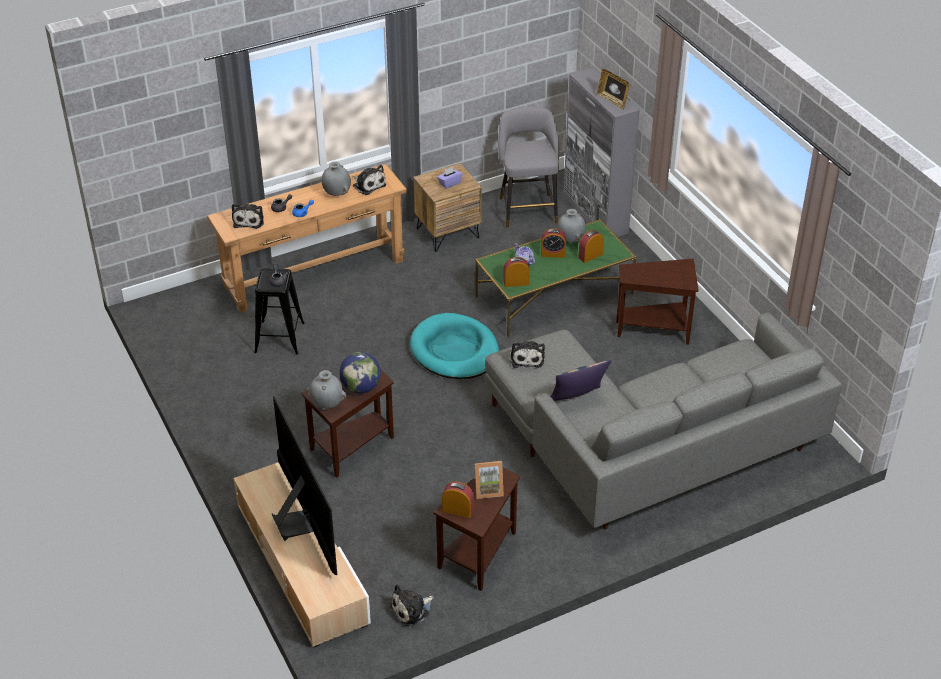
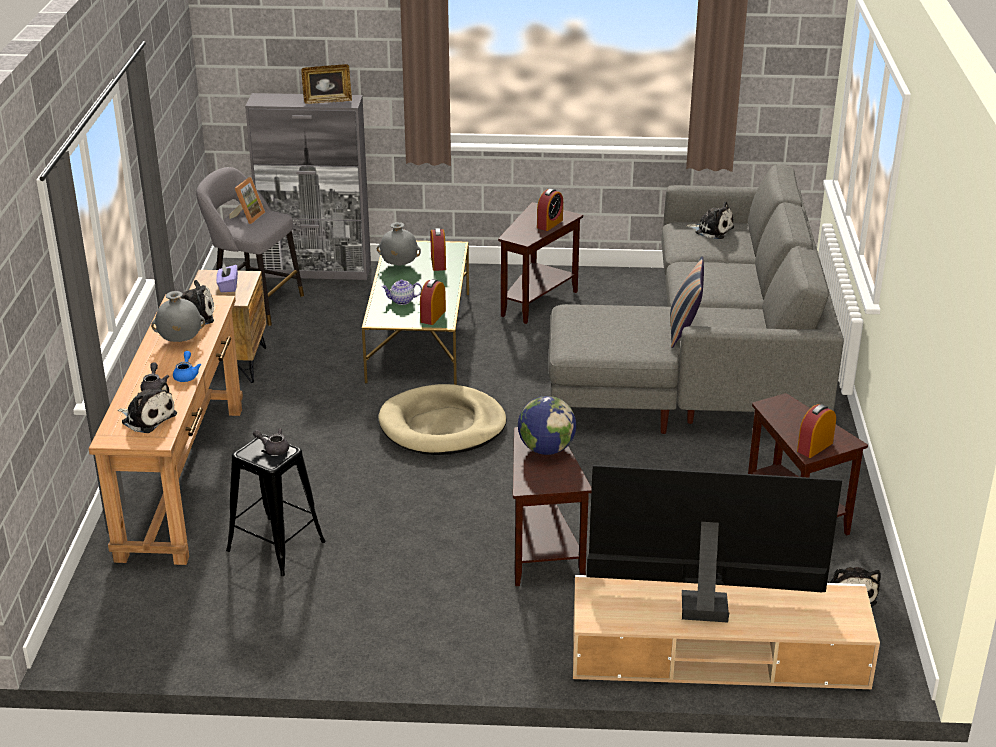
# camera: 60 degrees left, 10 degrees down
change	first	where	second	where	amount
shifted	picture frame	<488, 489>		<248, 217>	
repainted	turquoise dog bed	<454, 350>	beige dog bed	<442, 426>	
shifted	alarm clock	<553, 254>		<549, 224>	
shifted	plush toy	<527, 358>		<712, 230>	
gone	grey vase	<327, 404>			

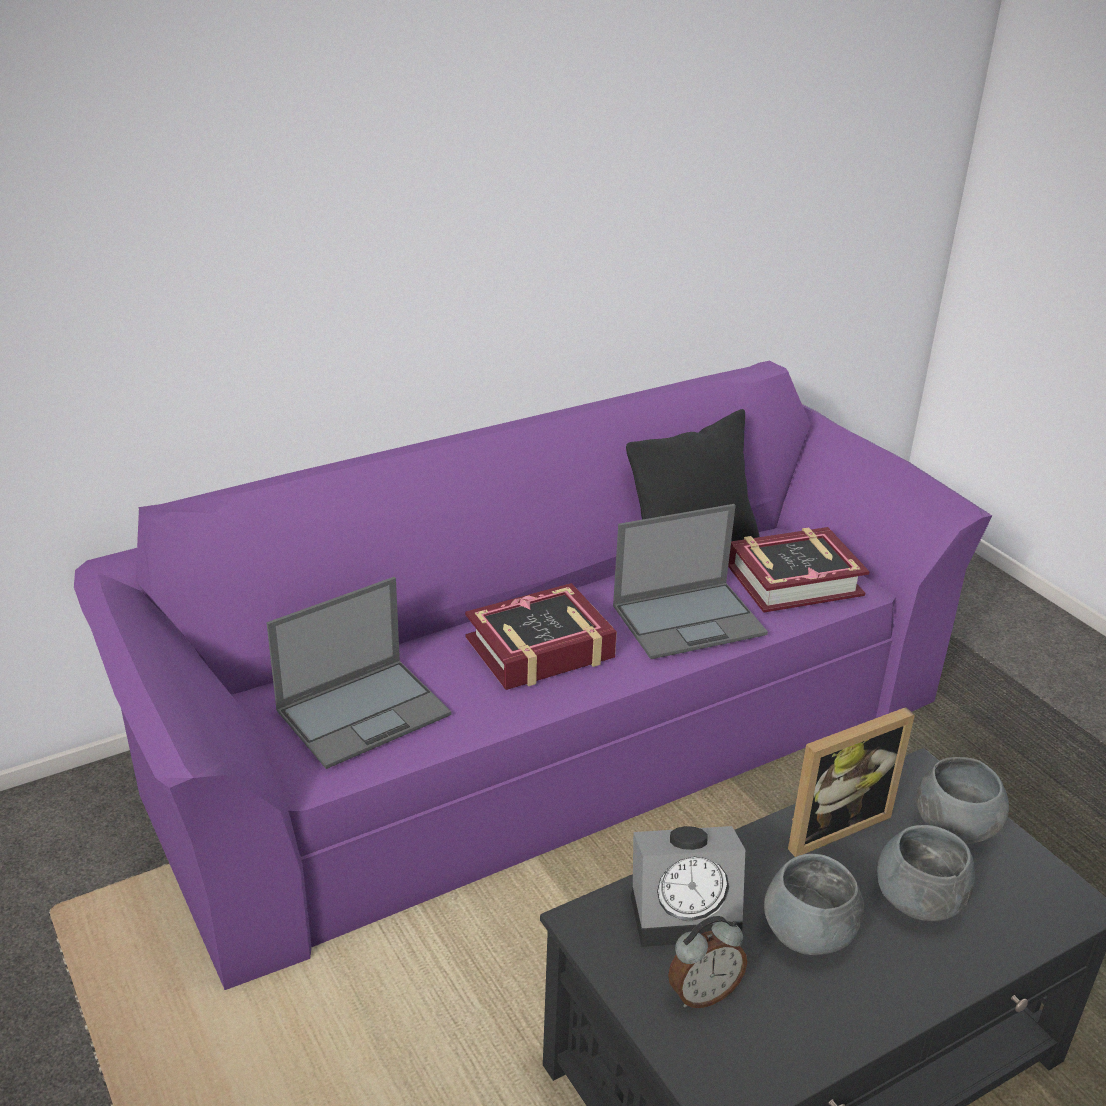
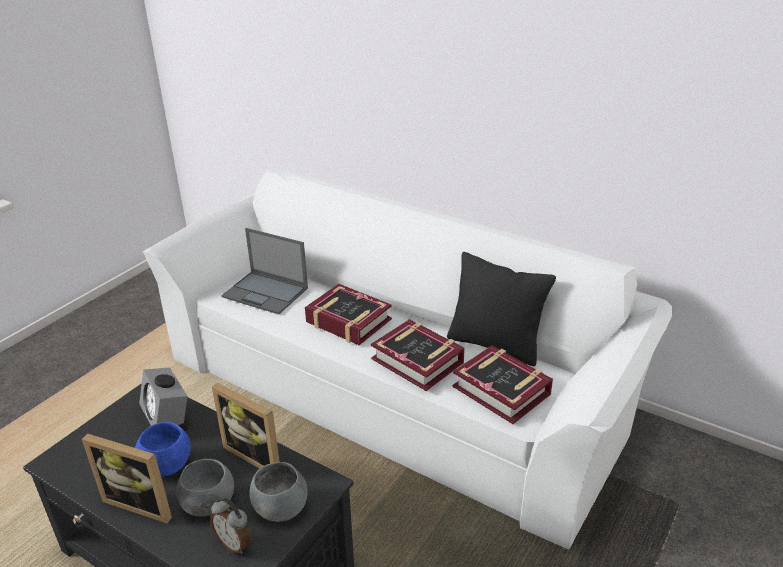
# camera: 65 degrees right, 0 degrees up
change	first	where	second	where	amount
new			picture frame	<142, 502>	
repainted	grey bowl	<809, 934>	blue bowl	<166, 466>	
repainted	purple sofa	<545, 728>	white sofa	<395, 386>	
shifted	alarm clock	<702, 993>		<234, 543>	
swapped	laptop	<690, 619>	book	<418, 361>	

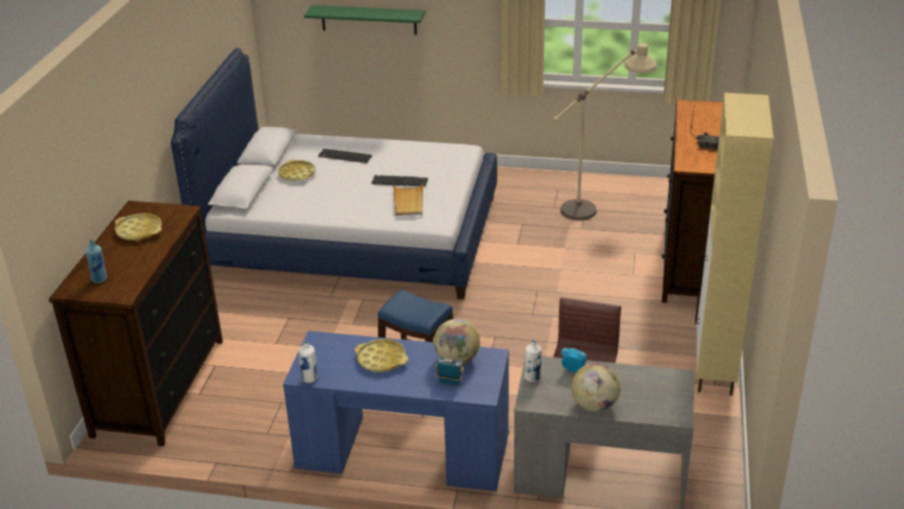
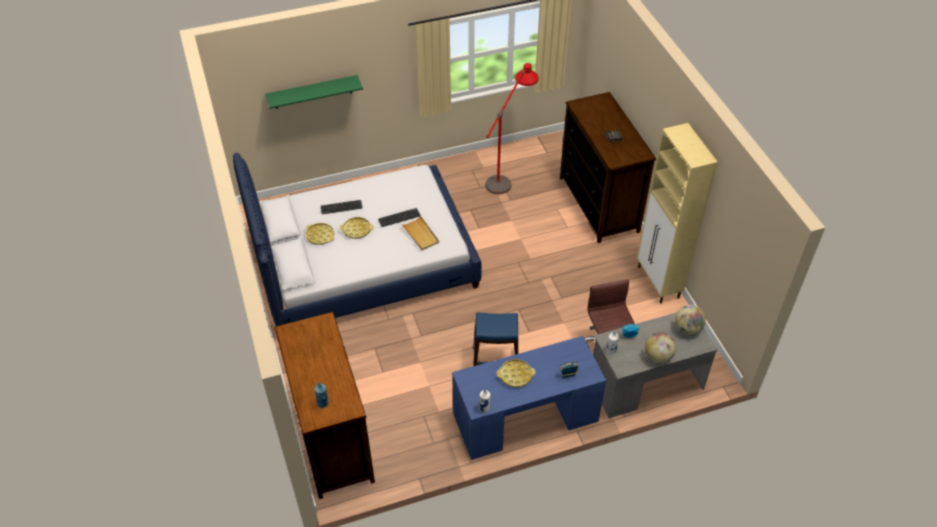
# camera: 30 degrees left, 15 degrees up
change	first	where	second	where	amount
shifted	yellow tray	<139, 231>		<357, 230>	
repainted	beige floor lamp	<600, 204>	red floor lamp	<508, 174>	
shifted	globe	<457, 360>		<687, 328>	

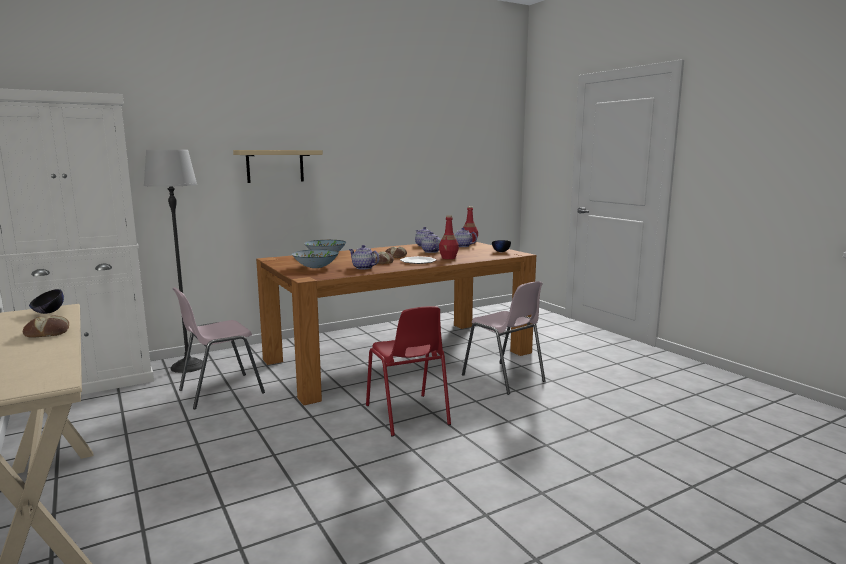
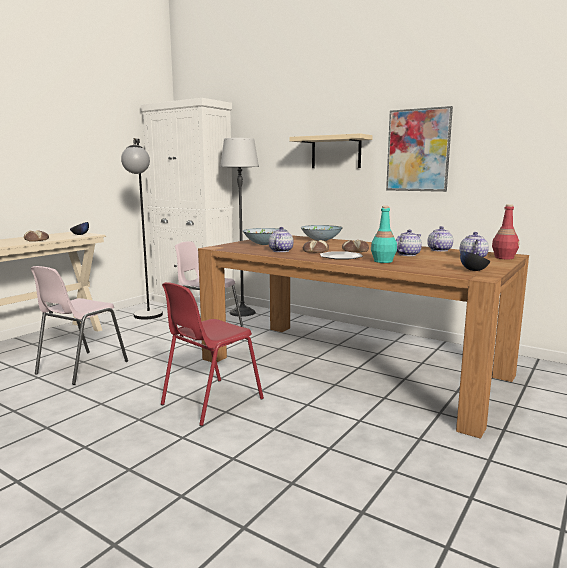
# camera: 65 degrees right, 0 degrees up
change	first	where	second	where	amount
shifted	pink chair	<504, 378>		<81, 368>	
new			black floor lamp	<147, 318>	
repainted	red bottle	<448, 258>	turquoise bottle	<383, 261>	
new			picture	<418, 150>	

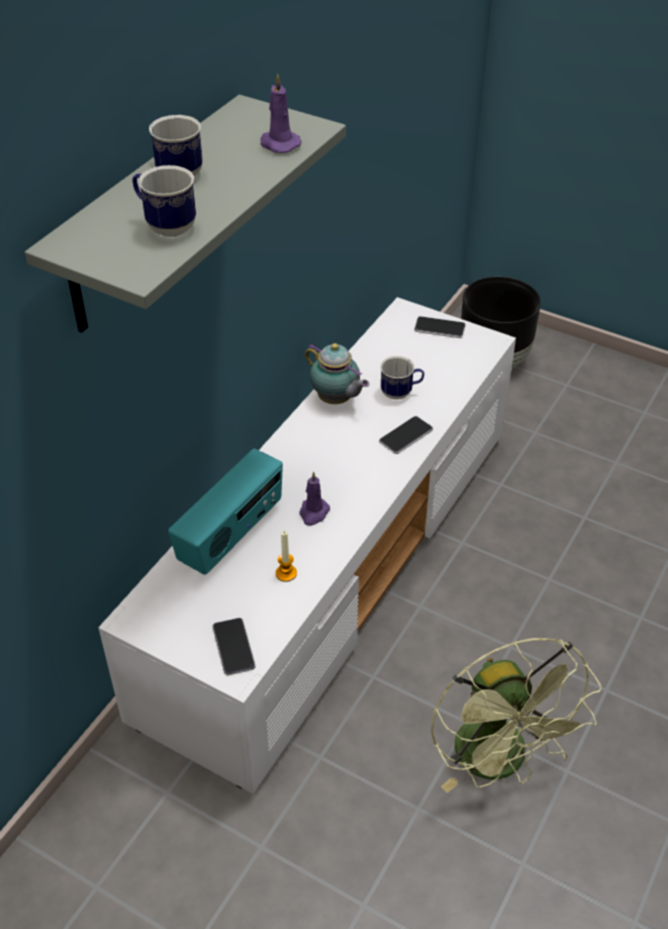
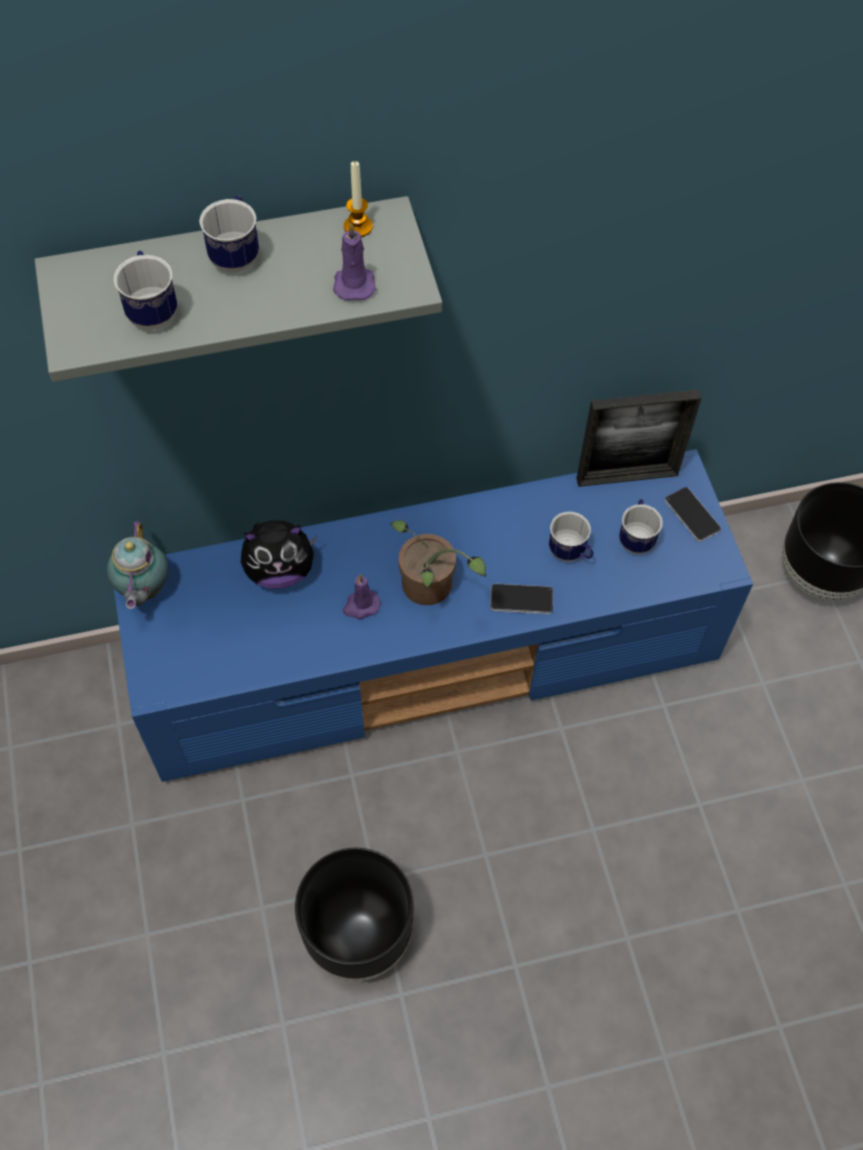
# camera: 45 degrees right, 15 degrees up
change	first	where	second	where	amount
shifted	teapot	<336, 400>		<143, 590>	
repainted	white tv stand	<334, 565>	blue tv stand	<432, 653>	
swapped	radio	<232, 535>	plush toy	<280, 571>	
swapped	green fan	<500, 762>	black planter	<360, 935>	
shifted	candle	<286, 573>		<358, 227>	
new			potted plant	<430, 590>	
new			picture frame	<627, 477>	
new			mug	<636, 537>	
gone	phone	<233, 647>			

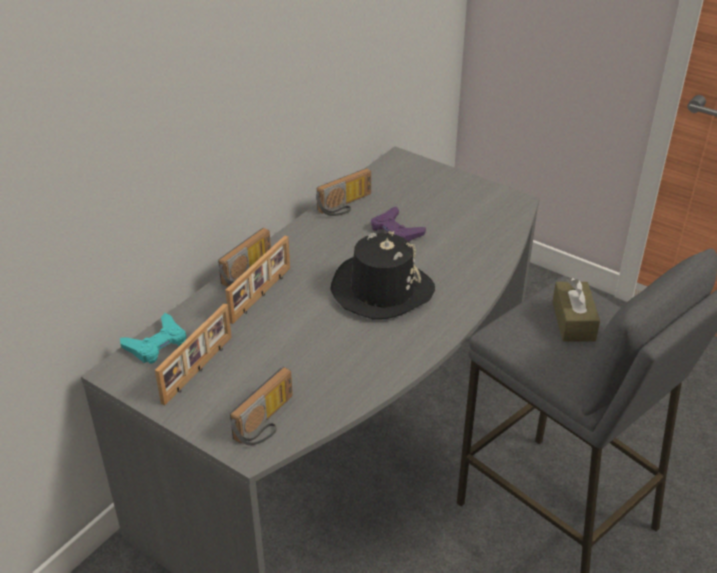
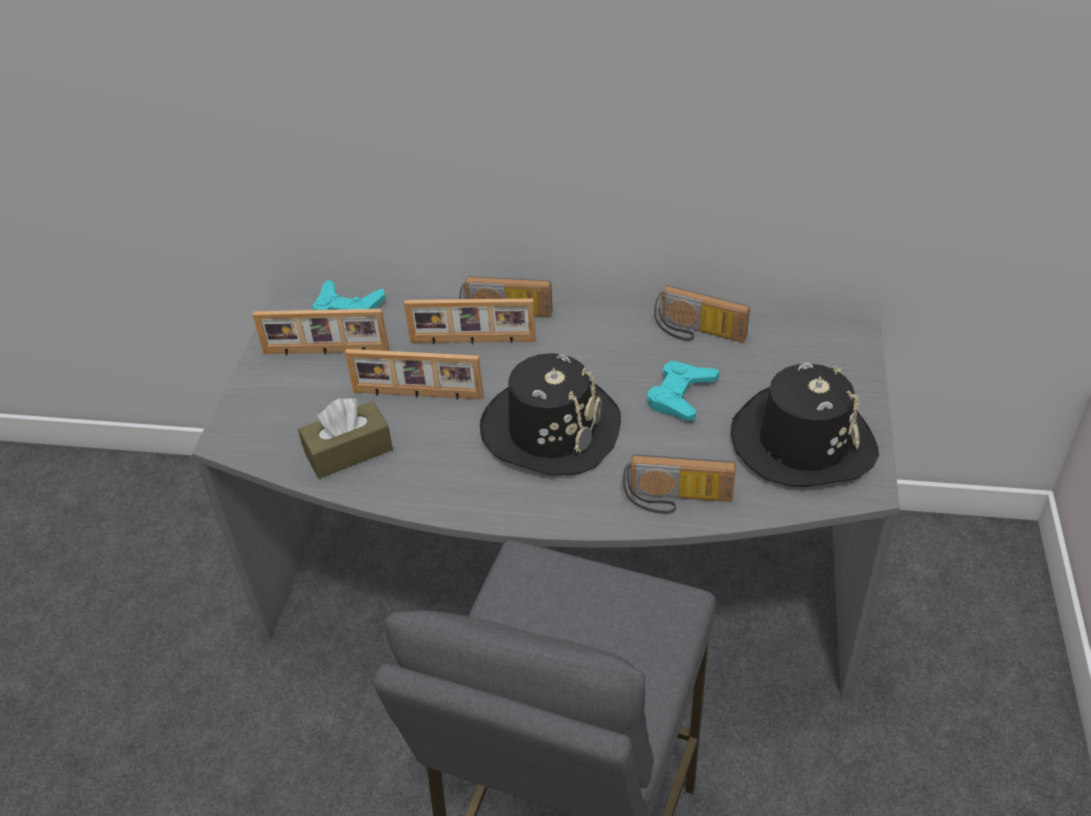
# camera: 65 degrees right, 5 degrees up
change	first	where	second	where	amount
shifted	brown tissue box	<573, 321>		<348, 451>	
new			picture frame	<417, 395>	
shifted	radio	<267, 422>		<677, 501>	
repainted	purple game controller	<396, 231>	turquoise game controller	<681, 395>	
new			black hat	<802, 441>	

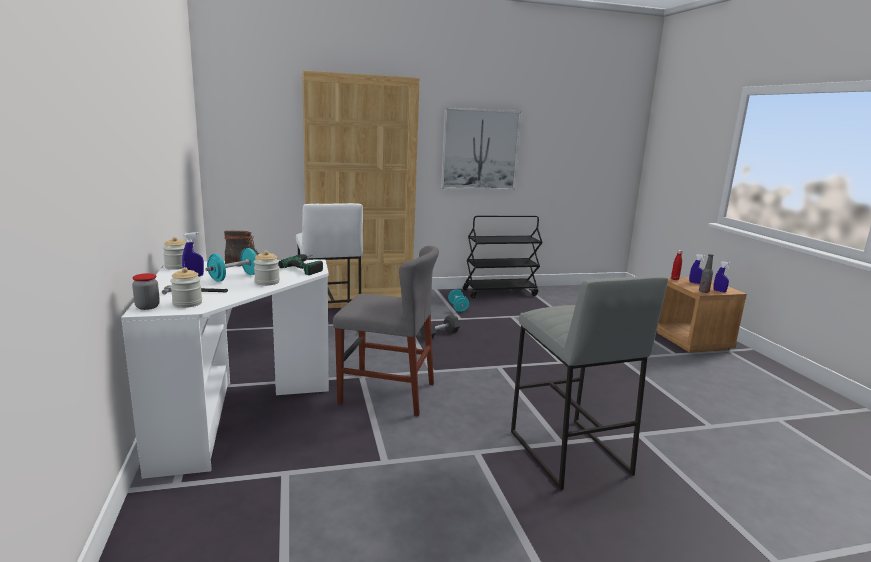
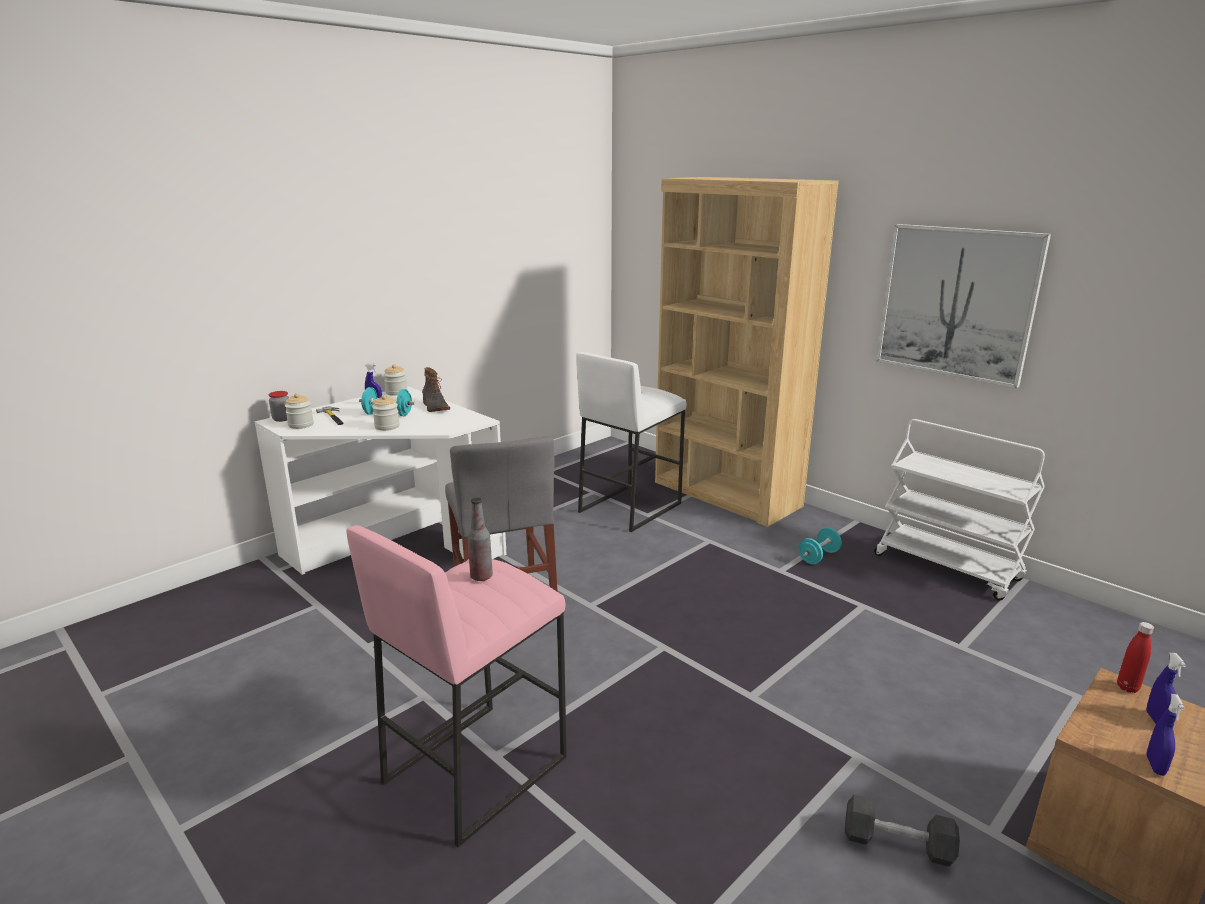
# camera: 60 degrees right, 5 degrees up
change	first	where	second	where	amount
repainted	grey stool	<567, 452>	pink stool	<474, 768>	
shifted	bottle	<703, 291>		<481, 577>	
shifted	black dumbbell	<439, 334>		<897, 844>	
repainted	black cart	<500, 292>	white cart	<948, 567>	
gone	power drill	<308, 266>			

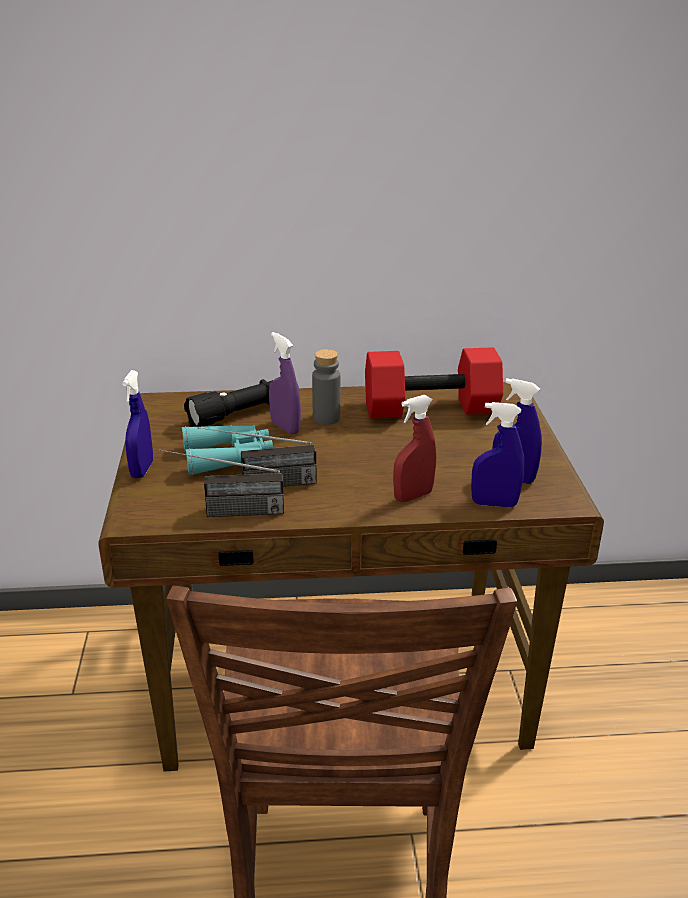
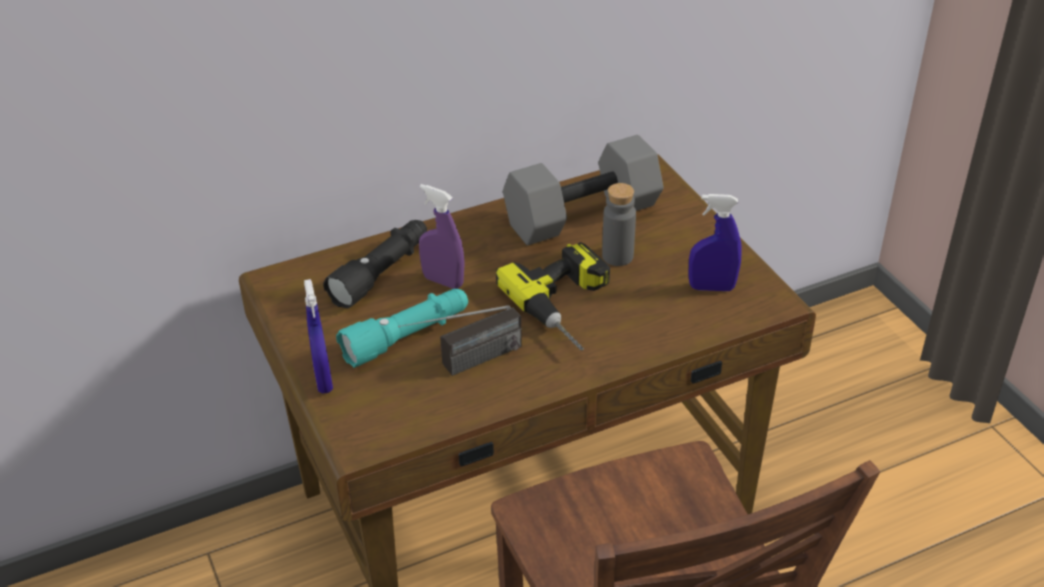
# camera: 20 degrees left, 10 degrees up
change	first	where	second	where	amount
swapped	turquoise binoculars	<229, 457>	turquoise flashlight	<407, 337>	
new			power drill	<571, 306>	
repainted	red dumbbell	<429, 409>	grey dumbbell	<582, 217>	
shifted	grey bottle	<326, 418>		<617, 256>	
gone	radio	<224, 512>			
gone	red spray bottle	<413, 496>			
gone	blue spray bottle	<494, 504>			

